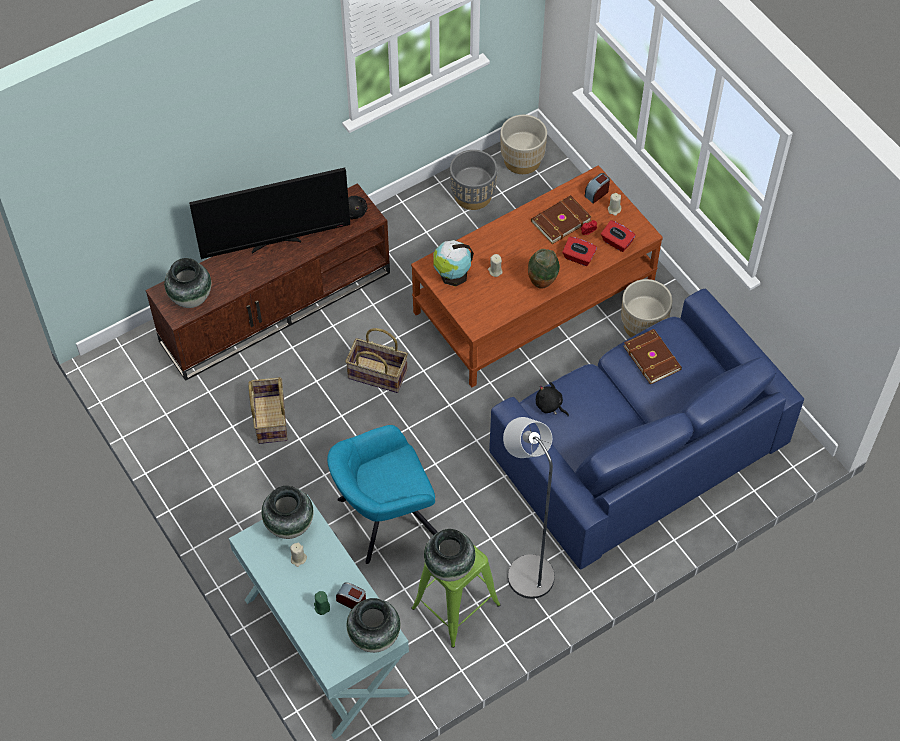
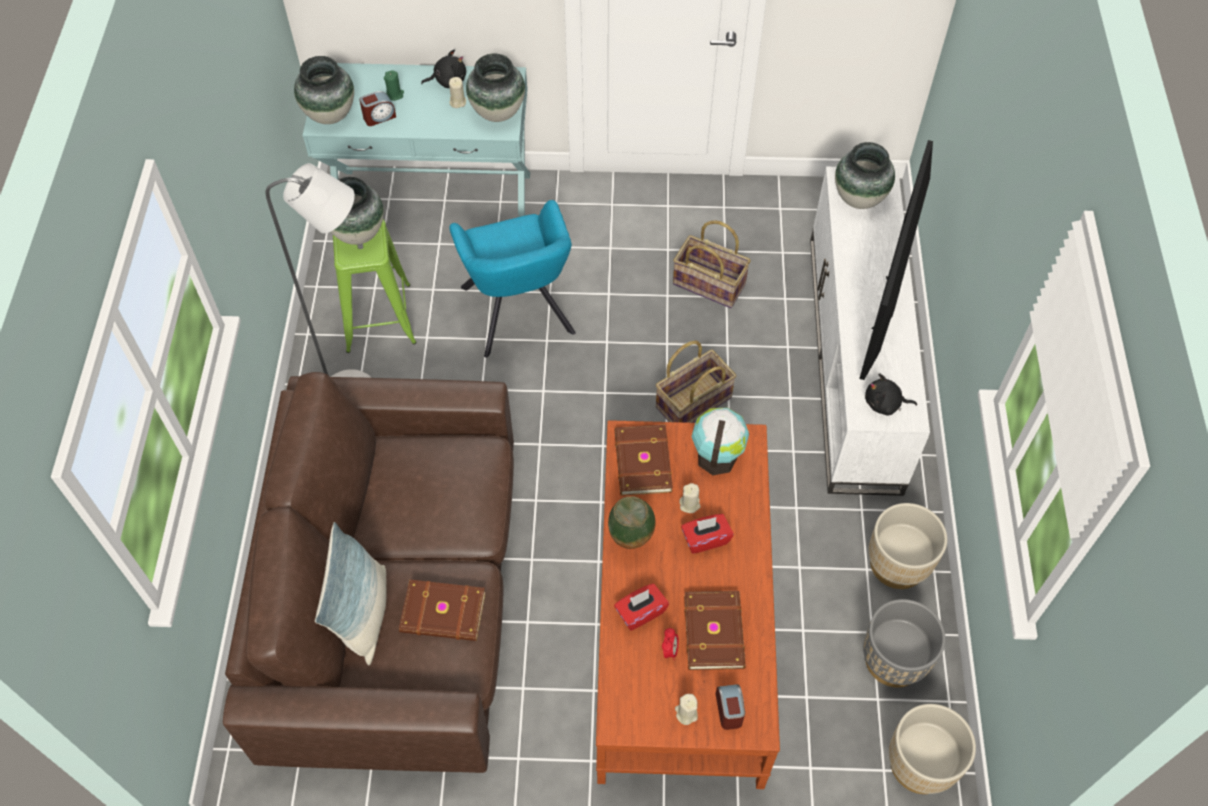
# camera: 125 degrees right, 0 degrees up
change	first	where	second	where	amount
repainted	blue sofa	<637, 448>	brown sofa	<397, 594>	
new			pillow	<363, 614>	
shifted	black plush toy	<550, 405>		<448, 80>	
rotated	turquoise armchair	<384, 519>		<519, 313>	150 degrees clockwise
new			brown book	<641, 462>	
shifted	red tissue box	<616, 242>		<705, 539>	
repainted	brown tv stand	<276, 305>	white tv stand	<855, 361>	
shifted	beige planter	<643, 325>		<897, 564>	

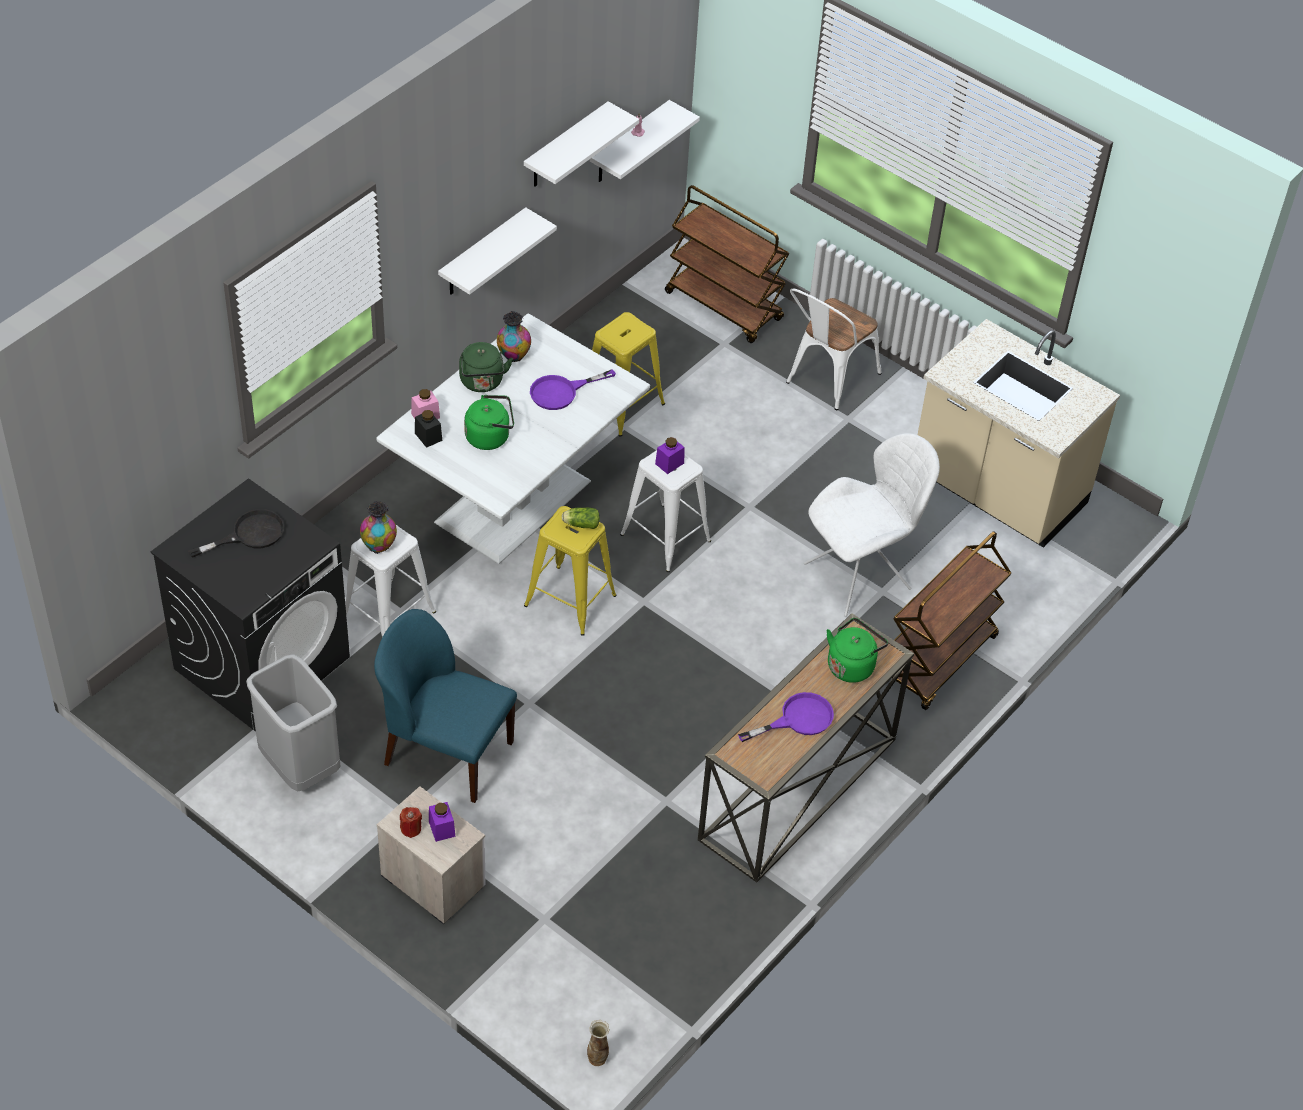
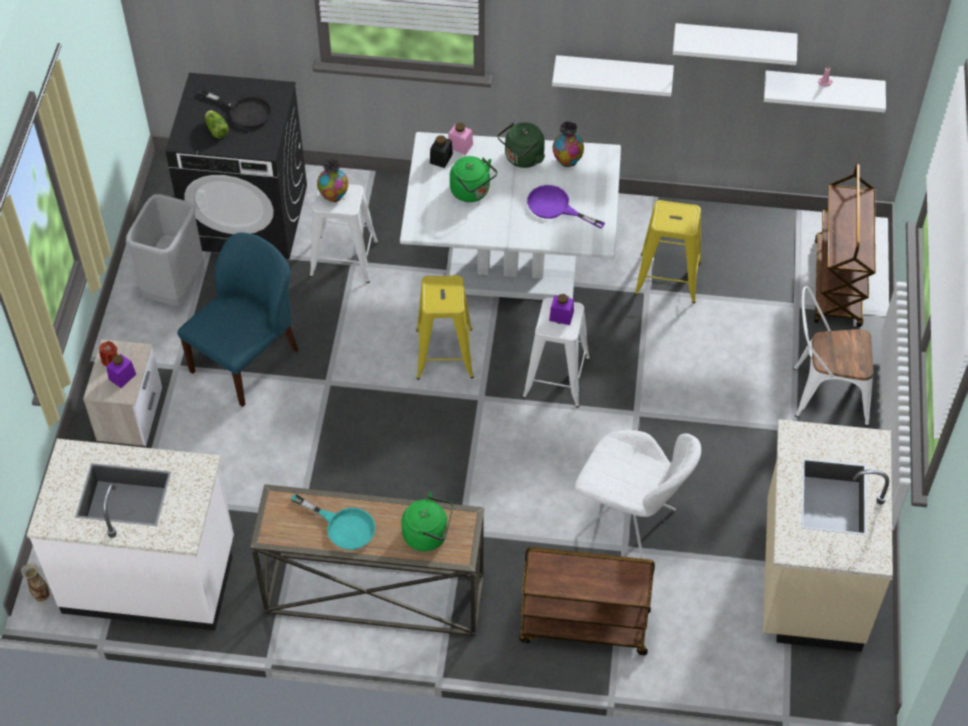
# camera: 60 degrees right, 5 degrees up
change	first	where	second	where	amount
new			white counter	<150, 576>	
rotated	blue chair	<446, 752>		<246, 359>	45 degrees clockwise
shifted	lettuce	<580, 524>		<216, 129>	
repainted	purple frying pan	<797, 719>	turquoise frying pan	<343, 526>	

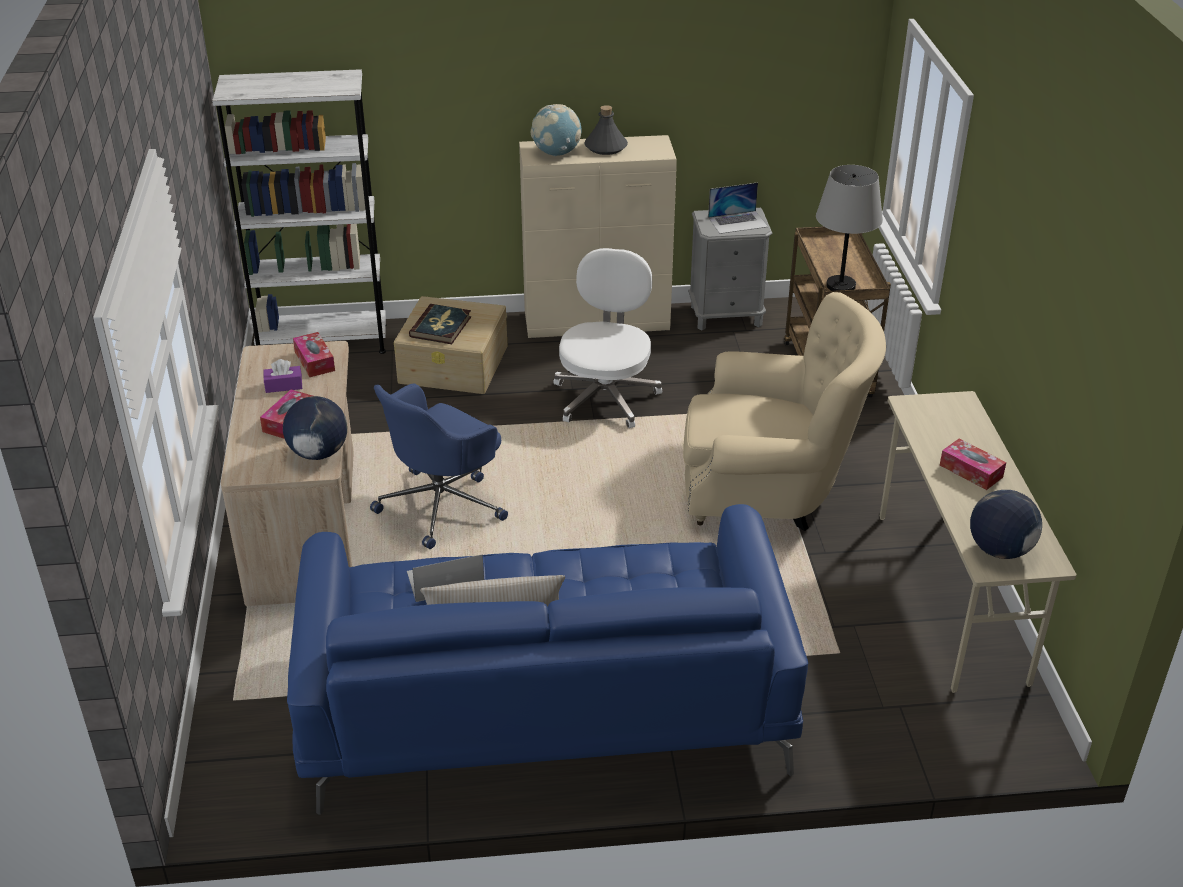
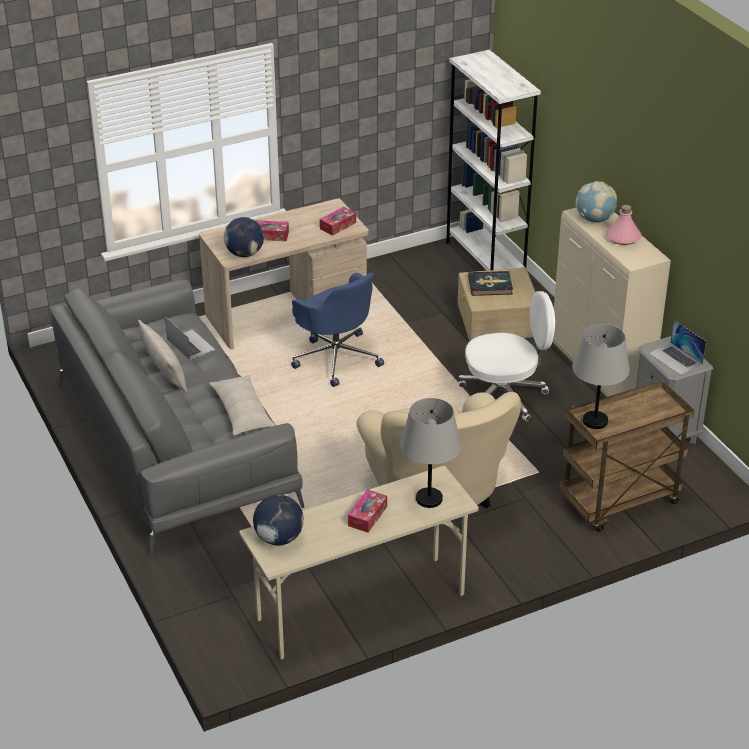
# camera: 70 degrees right, 0 degrees up
change	first	where	second	where	amount
repainted	blue sofa	<543, 701>	grey sofa	<174, 443>	
new			beige pillow	<242, 412>	
rotated	blue office chair	<442, 504>		<336, 357>	150 degrees counterclockwise
new			grey table lamp	<429, 499>	
repainted	grey bottle	<605, 147>	pink bottle	<623, 237>	
gone	purple tissue box	<283, 385>			

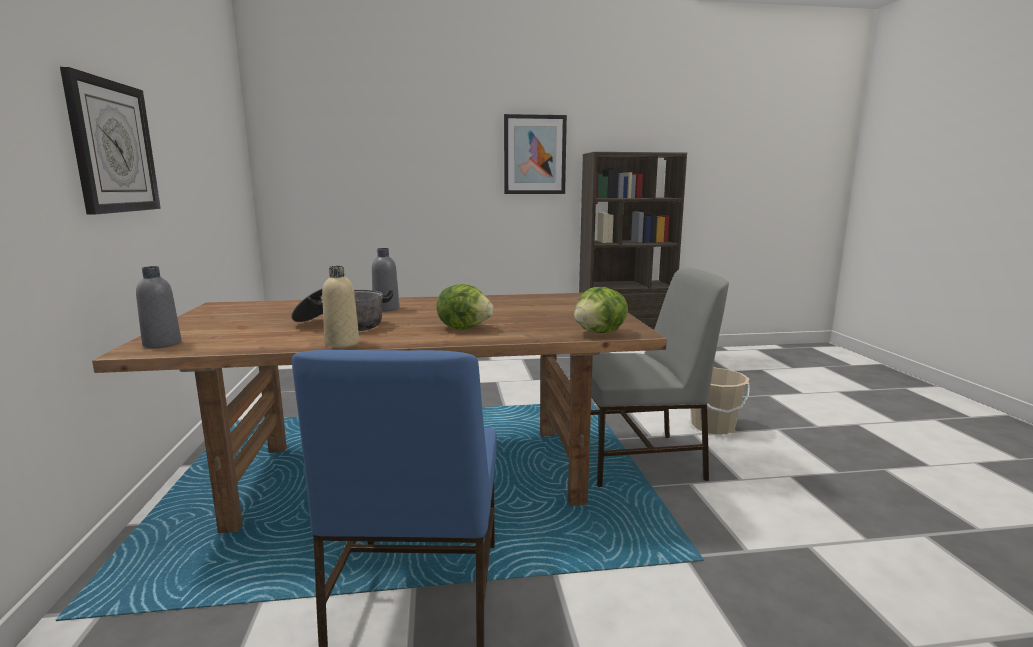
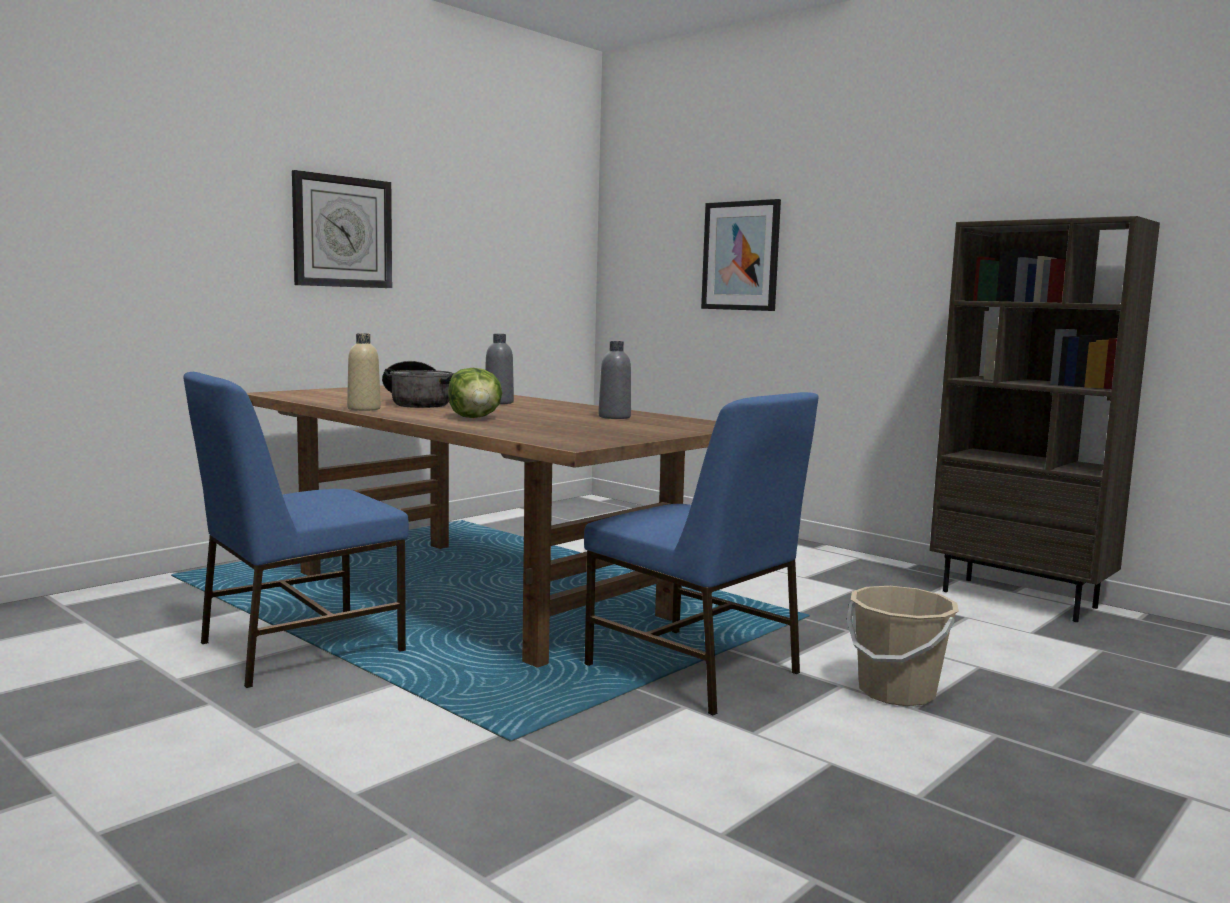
# camera: 50 degrees right, 5 degrees down
change	first	where	second	where	amount
repainted	grey chair	<639, 460>	blue chair	<694, 671>	
shifted	grey bottle	<162, 344>		<614, 417>	
shifted	picture	<534, 155>		<741, 256>	
gone	lettuce	<600, 333>			

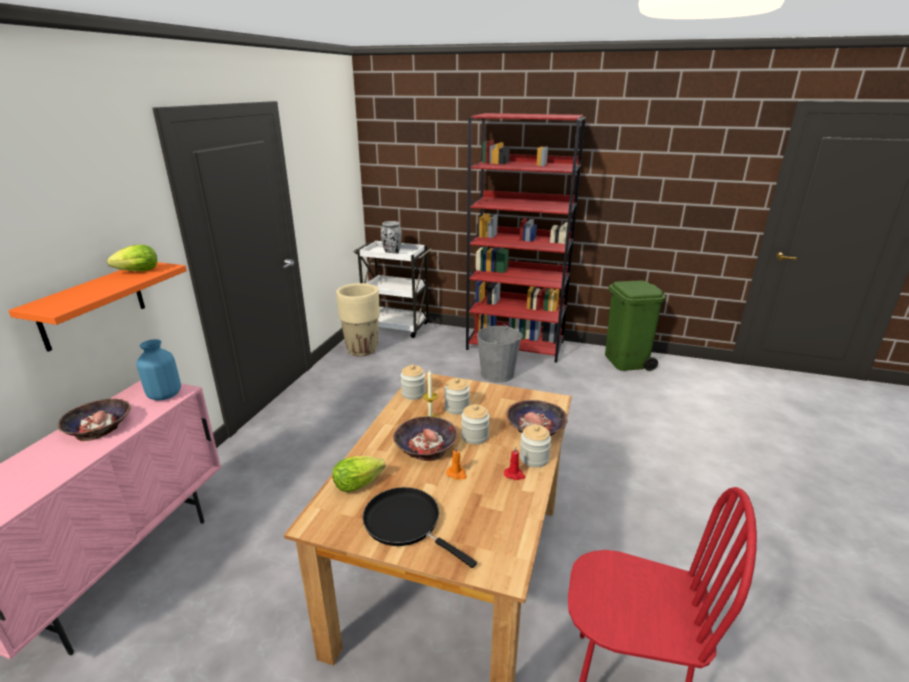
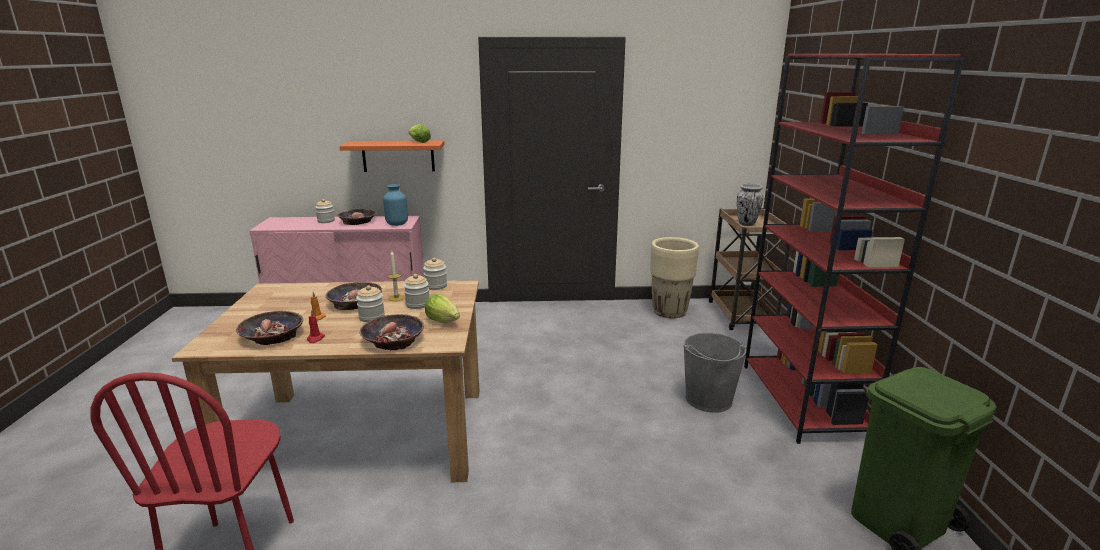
# camera: 70 degrees right, 5 degrees down
change	first	where	second	where	amount
new			bowl	<272, 335>	
shifted	jar	<534, 458>		<326, 221>	
shifted	lettuce	<361, 483>		<444, 322>	
repainted	white cart	<397, 327>	brown cart	<741, 316>	
gone	black frying pan	<406, 523>			

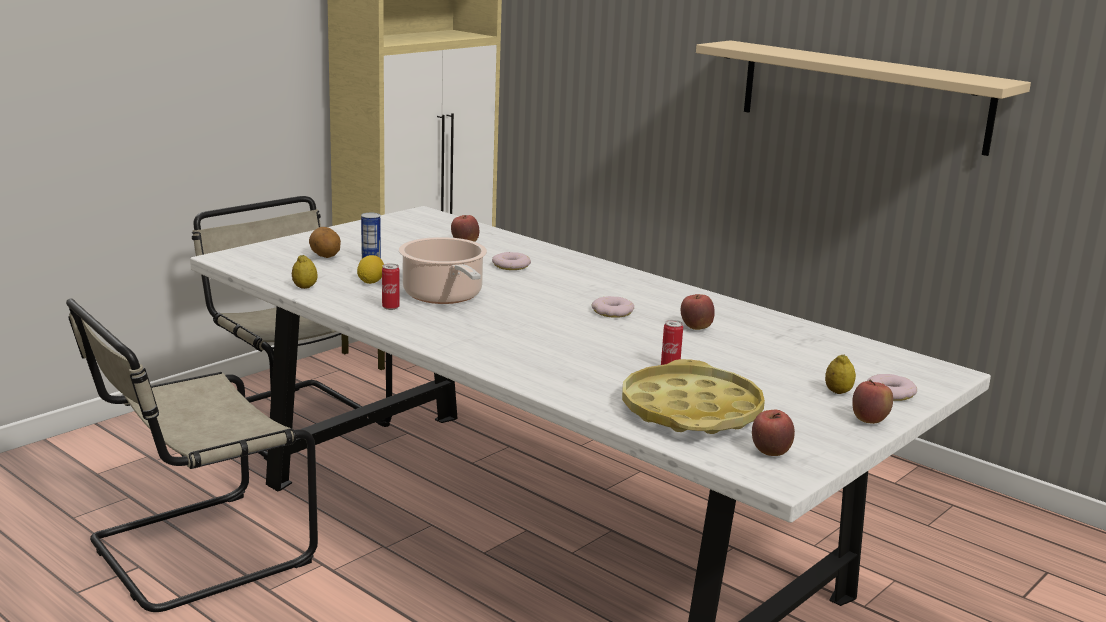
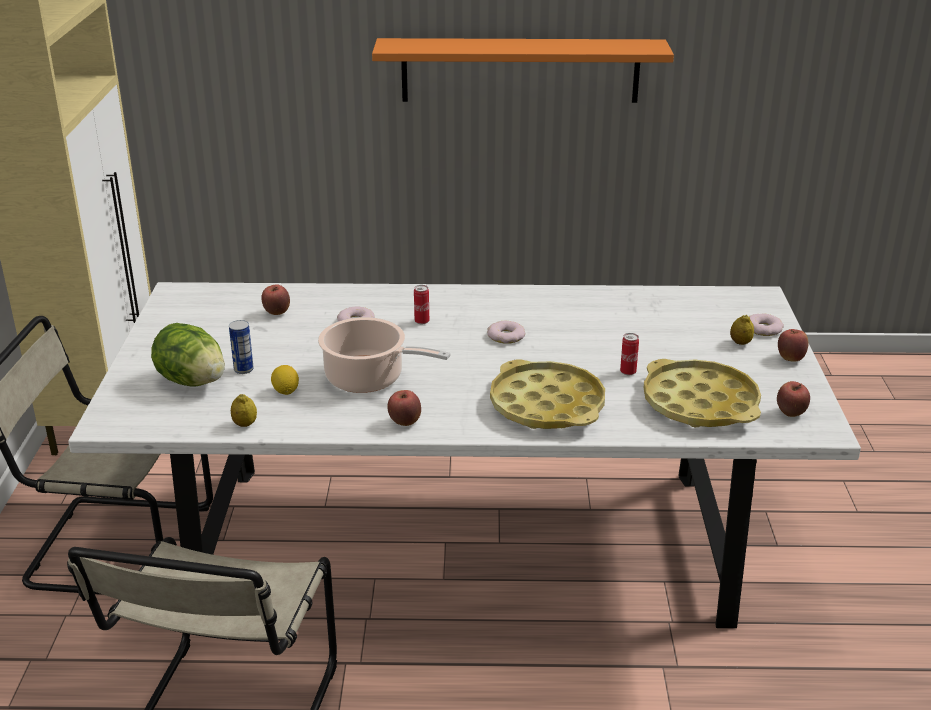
# camera: 40 degrees left, 10 degrees up
change	first	where	second	where	amount
swapped	potato	<325, 257>	lettuce	<192, 381>	
repainted	beige shelf	<863, 96>	orange shelf	<520, 70>	
shifted	apple	<696, 328>		<405, 422>	
shifted	can	<390, 307>		<422, 321>	
new			yellow tray	<547, 405>	

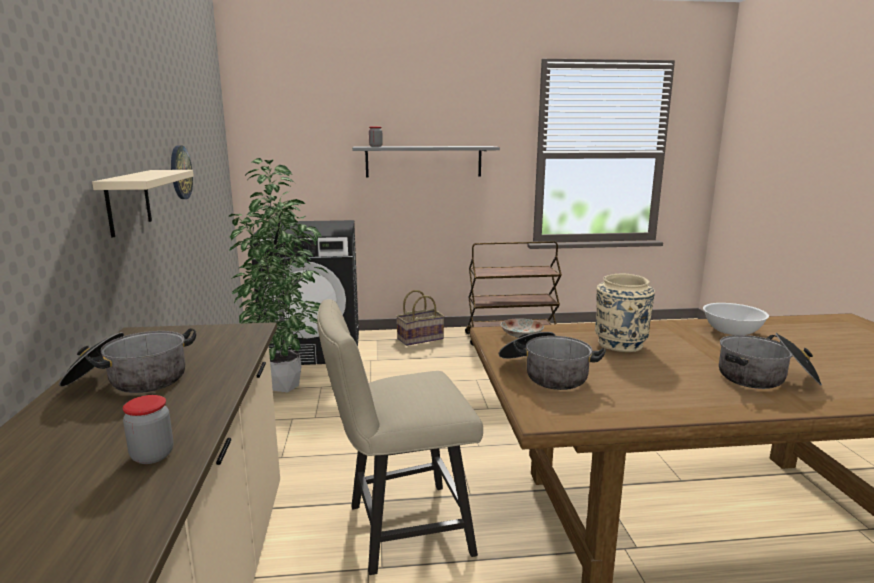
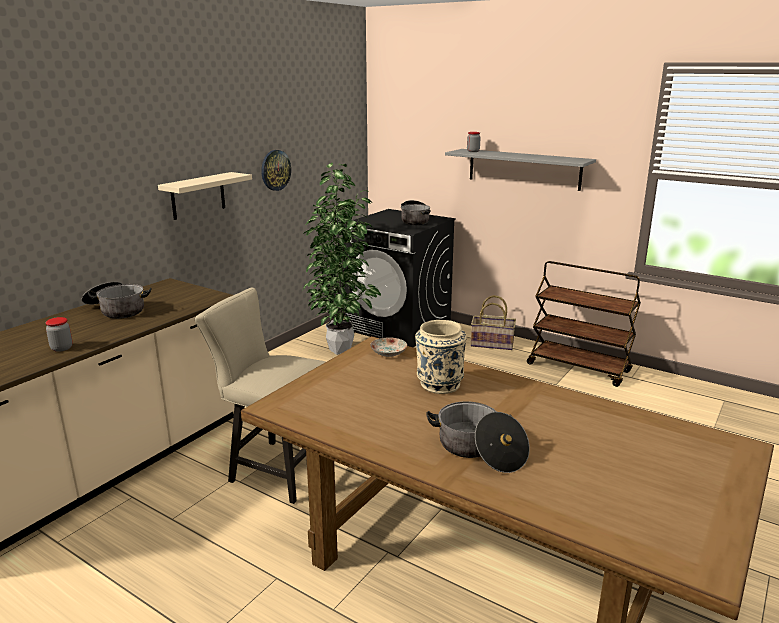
# camera: 40 degrees right, 5 degrees up
change	first	where	second	where	amount
shifted	cooking pot	<545, 374>		<415, 221>	
gone	white bowl	<732, 331>			

